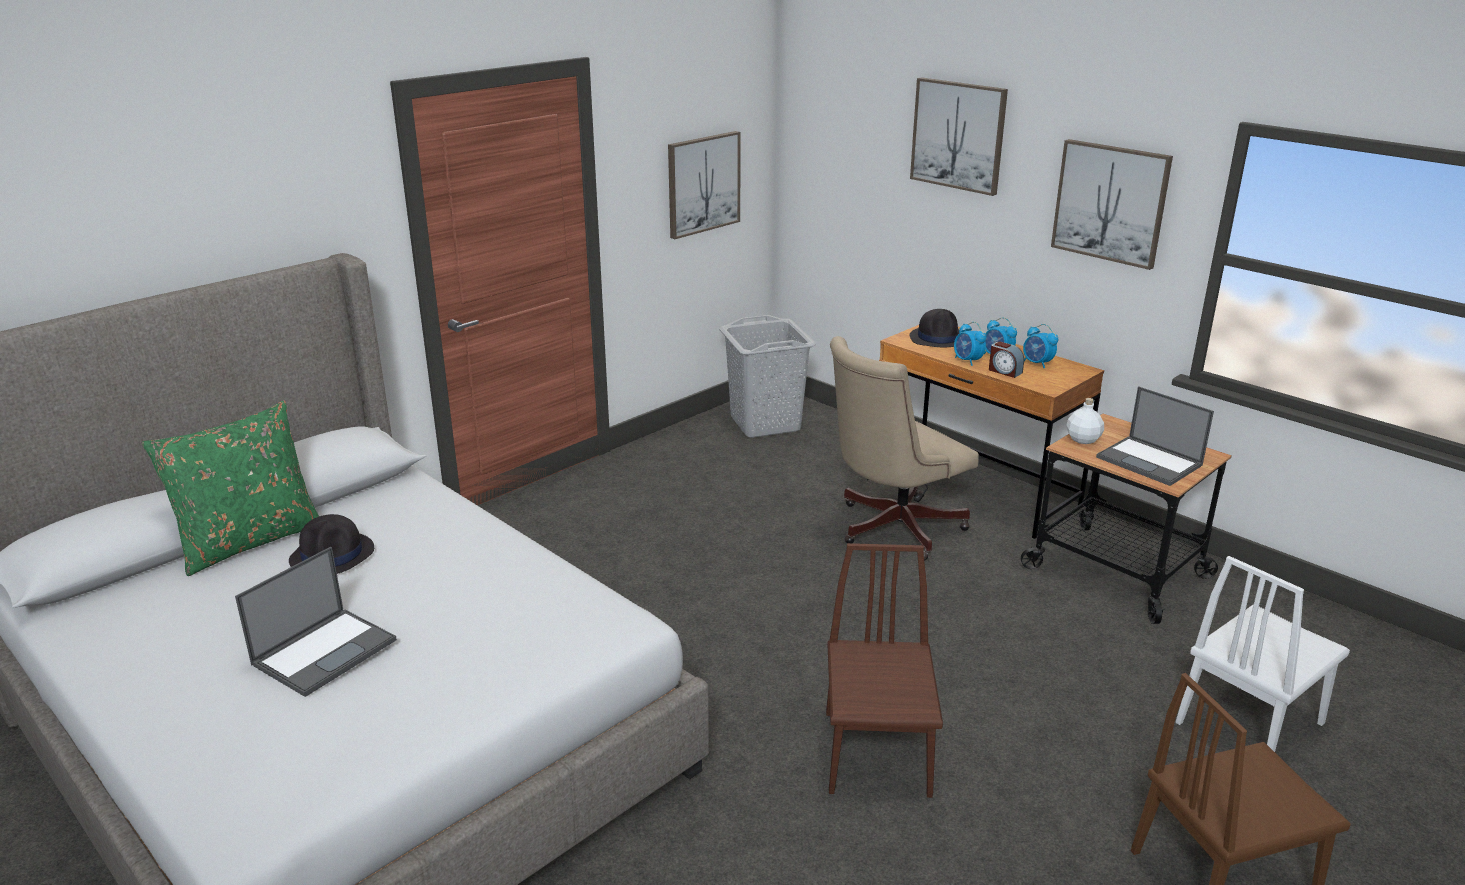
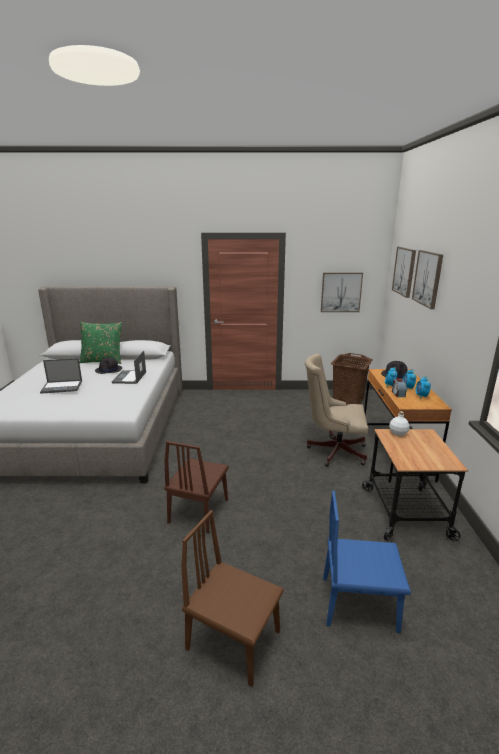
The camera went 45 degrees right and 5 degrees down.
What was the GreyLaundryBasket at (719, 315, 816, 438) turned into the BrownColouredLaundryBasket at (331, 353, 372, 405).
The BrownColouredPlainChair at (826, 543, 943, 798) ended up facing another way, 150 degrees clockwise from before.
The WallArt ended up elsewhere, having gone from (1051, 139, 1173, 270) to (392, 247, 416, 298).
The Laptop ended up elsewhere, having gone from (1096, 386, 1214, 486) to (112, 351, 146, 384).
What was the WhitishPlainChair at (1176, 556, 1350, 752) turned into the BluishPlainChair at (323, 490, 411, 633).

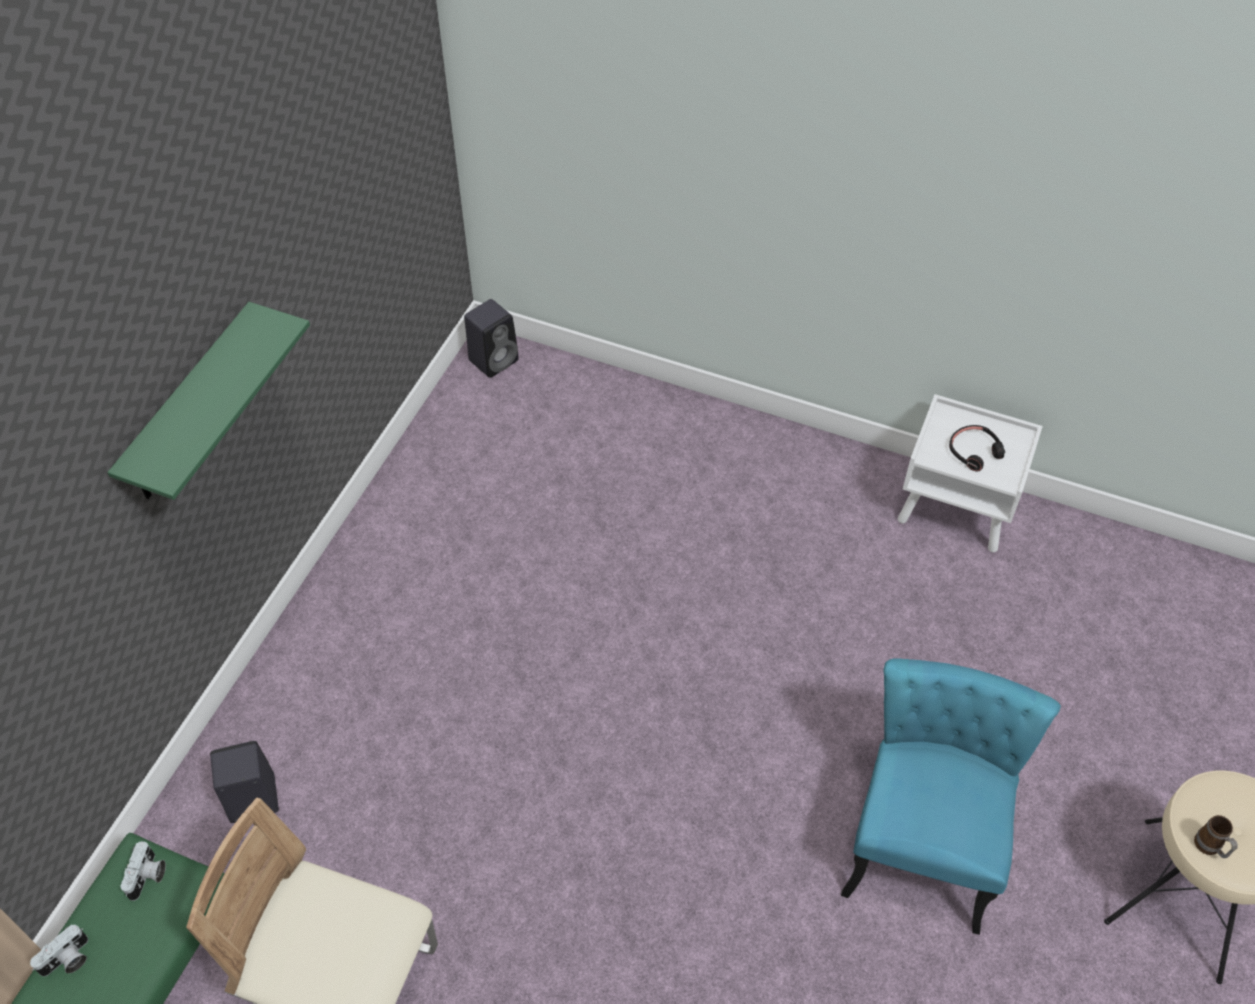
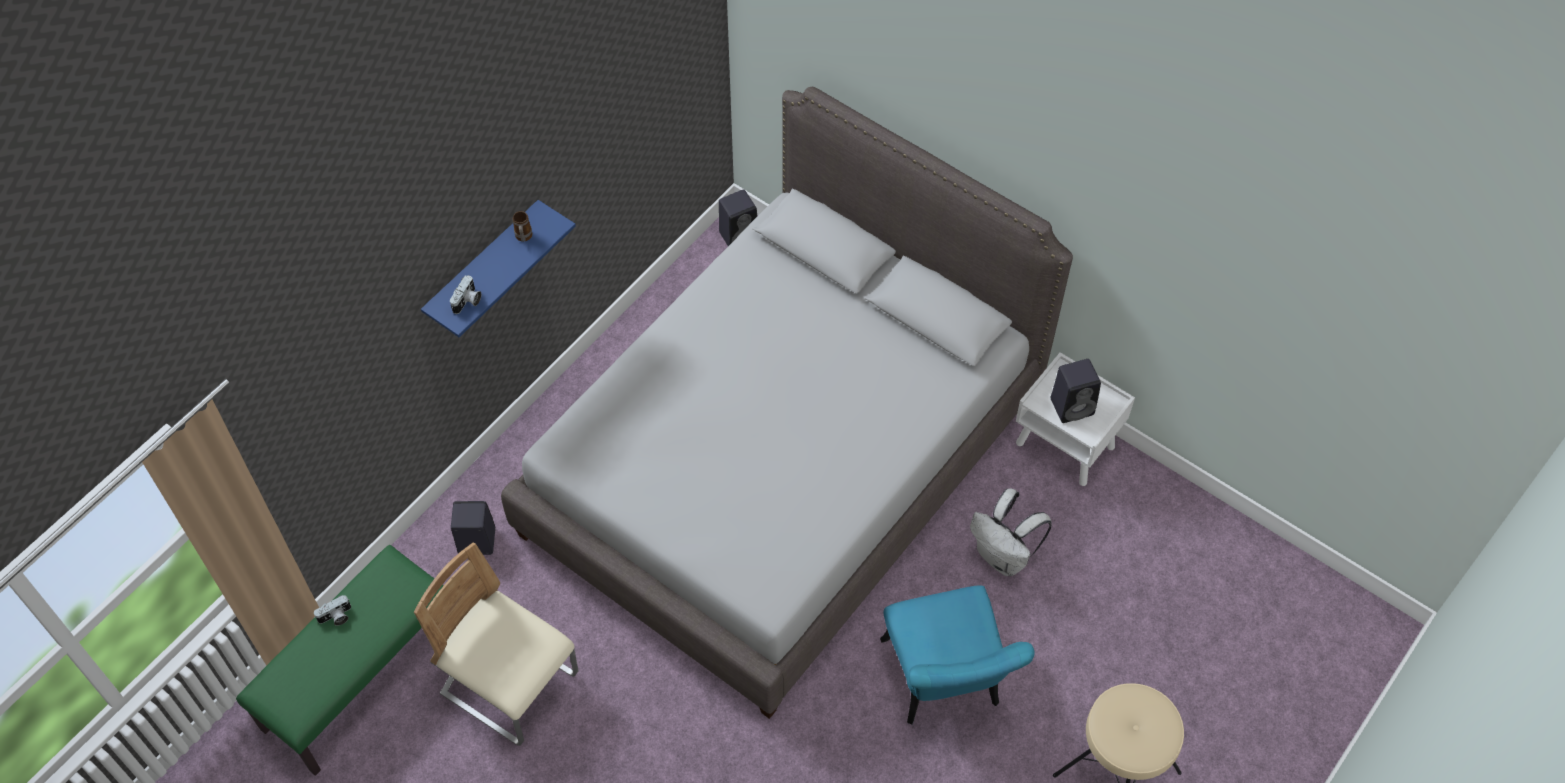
The camera went 15 degrees right and 5 degrees up.
What was the GreenColouredWallShelf at (107, 302, 310, 500) turned into the BluishWallShelf at (421, 200, 576, 337).
The PhotoCamera ended up elsewhere, having gone from (121, 841, 166, 901) to (450, 275, 481, 314).
The TurquoisePlainChair at (841, 658, 1061, 935) ended up facing another way, 135 degrees clockwise from before.
Where the BlackColouredPairOfHeadphones stood at (949, 425, 1005, 472), the BlackColouredSpeaker came to stand at (1050, 359, 1101, 423).
The Mug ended up elsewhere, having gone from (1194, 815, 1238, 858) to (513, 211, 533, 242).
The second view gained the GreyBed at (501, 87, 1073, 719).
The second view gained the WhitishKnapsack at (970, 488, 1052, 576).

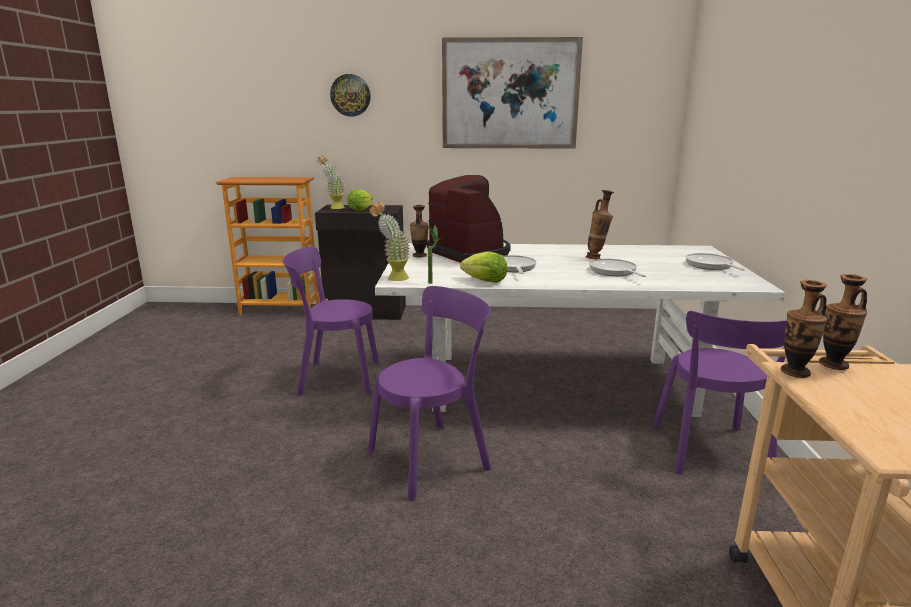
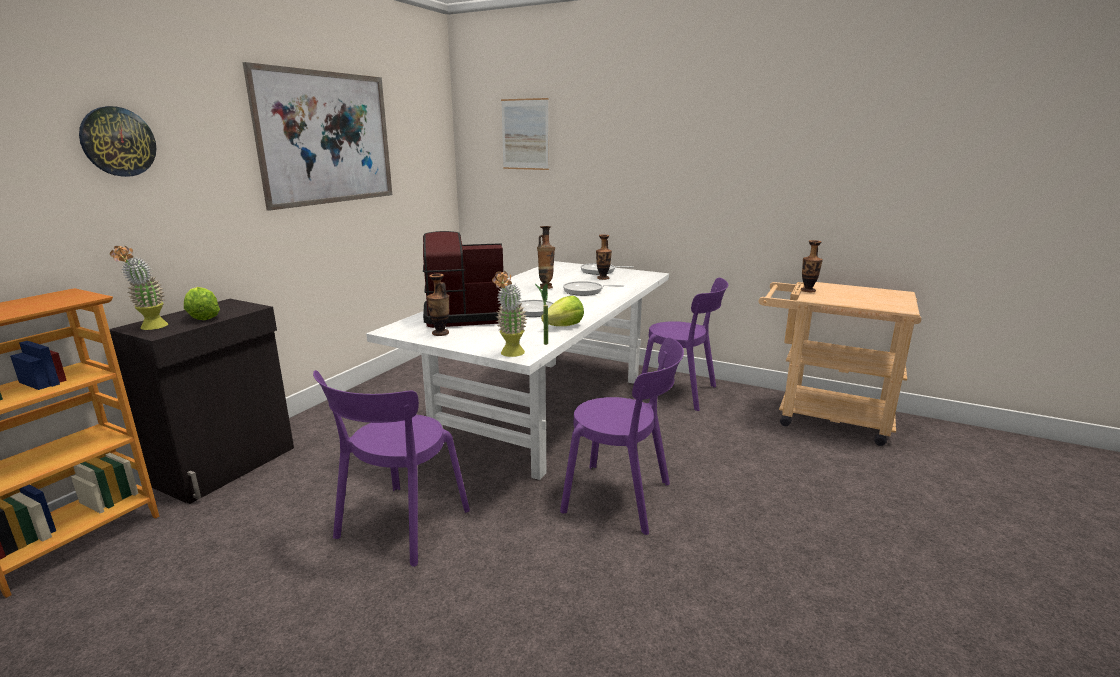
The camera went 65 degrees left and 0 degrees up.
The PurpleColouredPlainChair at (368, 286, 491, 501) ended up facing another way, 120 degrees clockwise from before.
The Vase ended up elsewhere, having gone from (781, 280, 828, 378) to (596, 235, 612, 280).
The second view gained the WallArt at (501, 98, 549, 170).

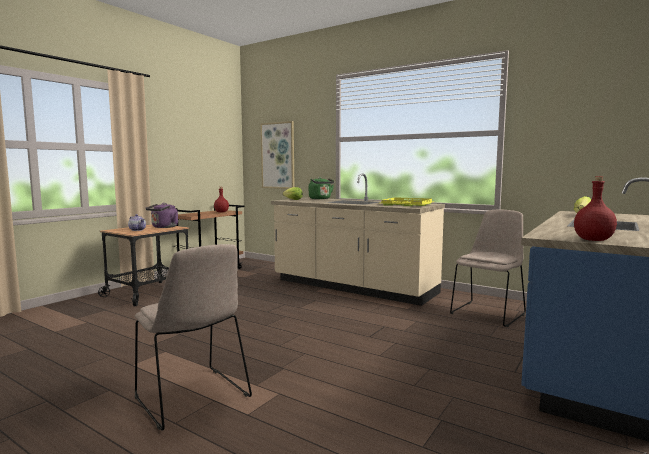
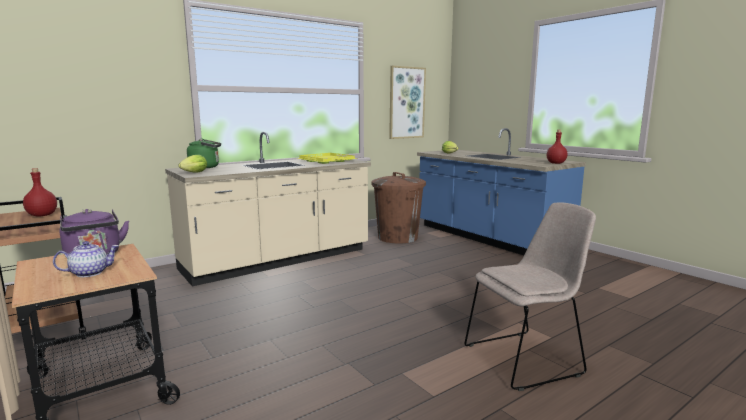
The camera went 70 degrees left and 5 degrees up.
The WallArt ended up elsewhere, having gone from (260, 121, 294, 189) to (389, 66, 426, 139).
Where the BeigePlainChair stood at (450, 210, 526, 327), the BrownColouredWasteBin came to stand at (371, 172, 426, 243).

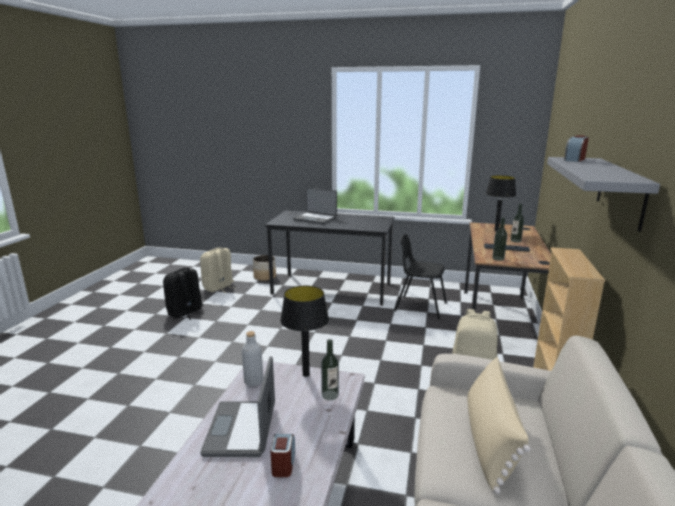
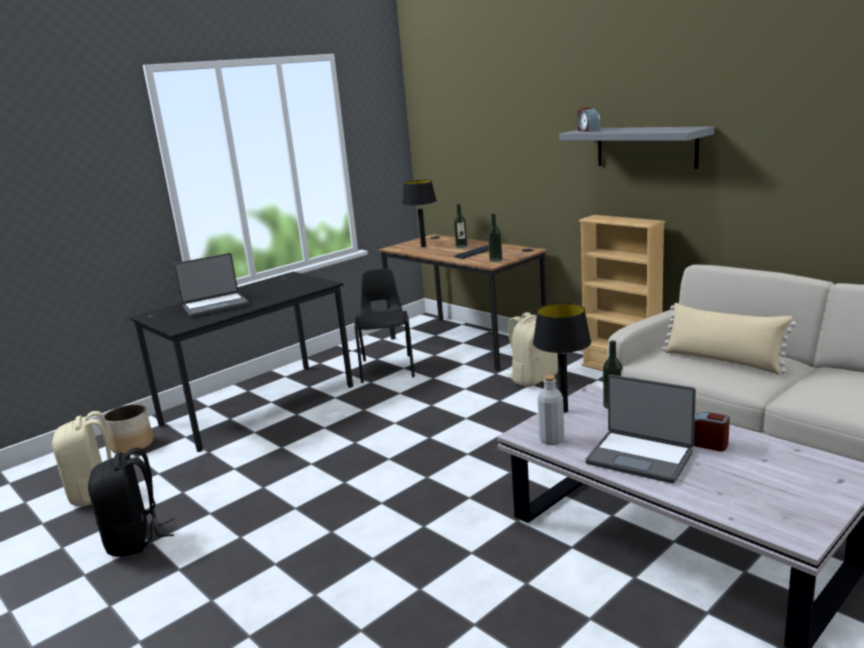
The camera went 55 degrees left and 0 degrees up.
The BlackColouredPlainChair at (394, 234, 447, 319) ended up facing another way, 120 degrees clockwise from before.

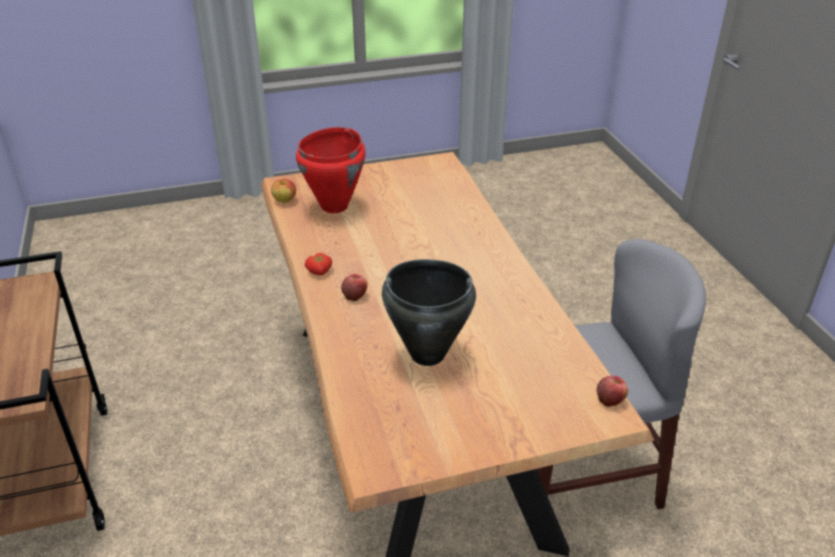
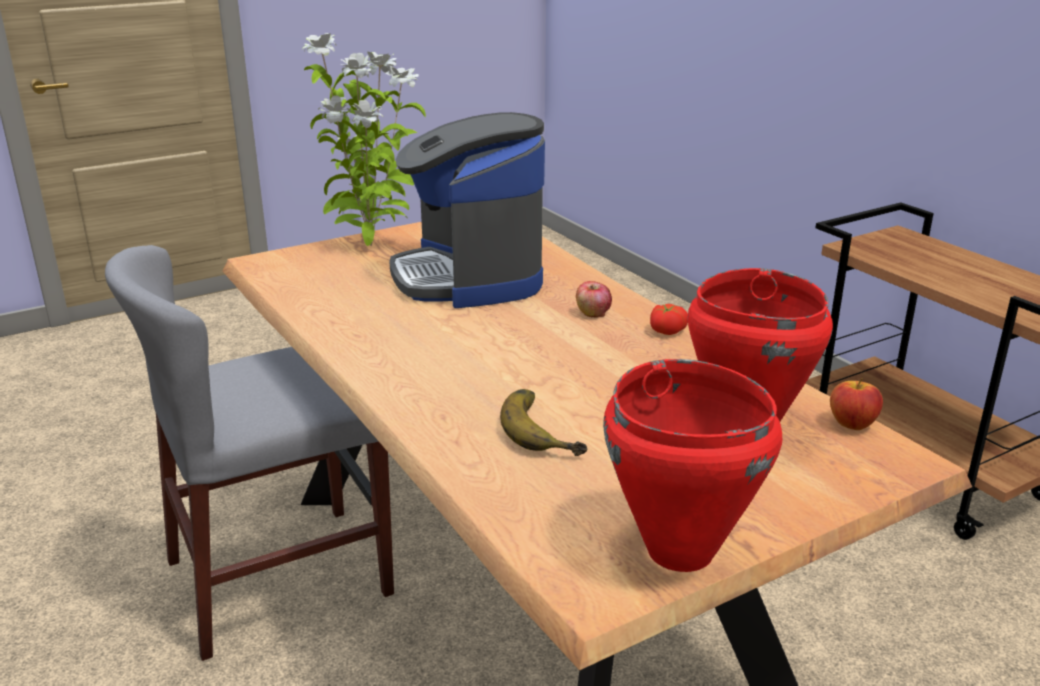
The camera went 165 degrees right and 10 degrees down.
Where the BlackColouredStockpot stood at (382, 259, 476, 366), the CoffeeMachine came to stand at (389, 112, 545, 308).
The second view lost the Apple at (597, 376, 628, 407).
The second view gained the Houseplant at (302, 33, 426, 246).
The second view gained the BananaFruit at (500, 389, 587, 456).
The second view gained the ReddishStockpot at (603, 359, 782, 572).

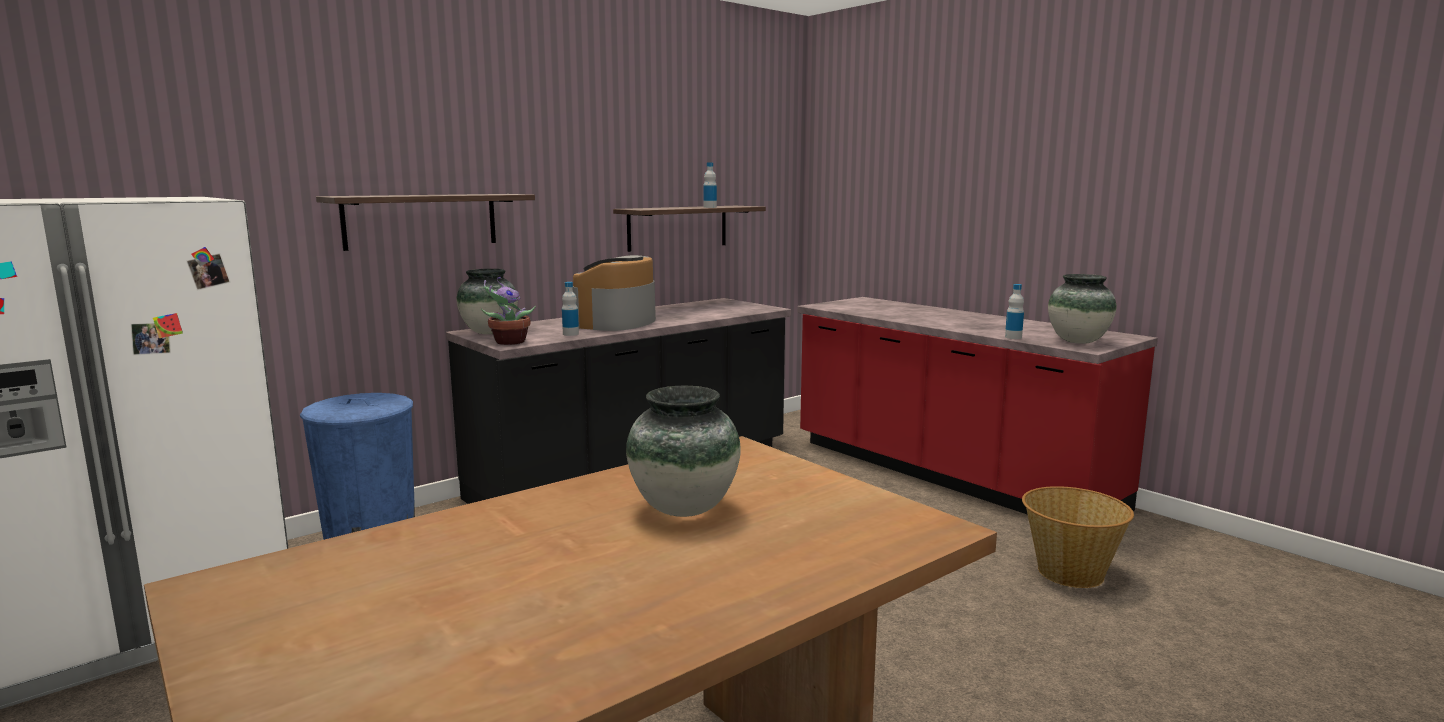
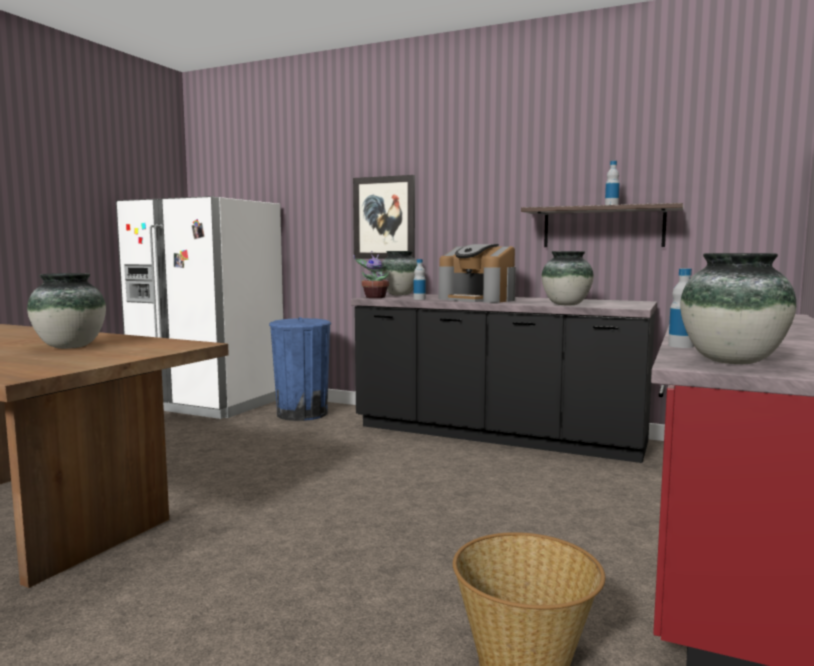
The camera went 65 degrees right and 5 degrees down.
Where the WallShelf hung at (316, 194, 535, 251), the WallArt came to hang at (353, 175, 415, 259).
The CoffeeMachine at (573, 255, 656, 331) ended up facing another way, 135 degrees counterclockwise from before.
The second view gained the Vase at (542, 251, 594, 305).

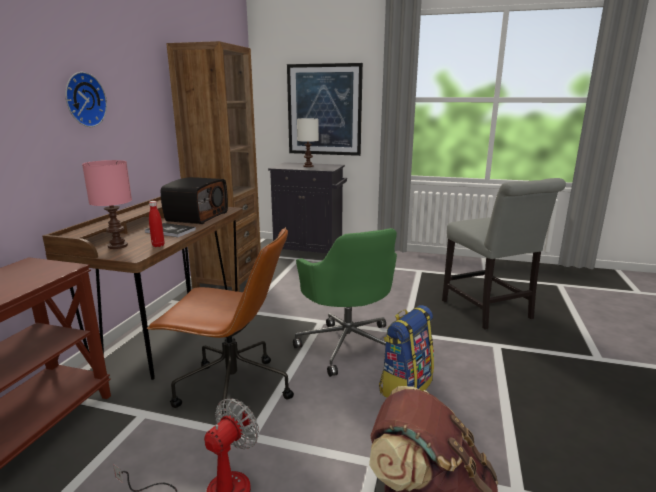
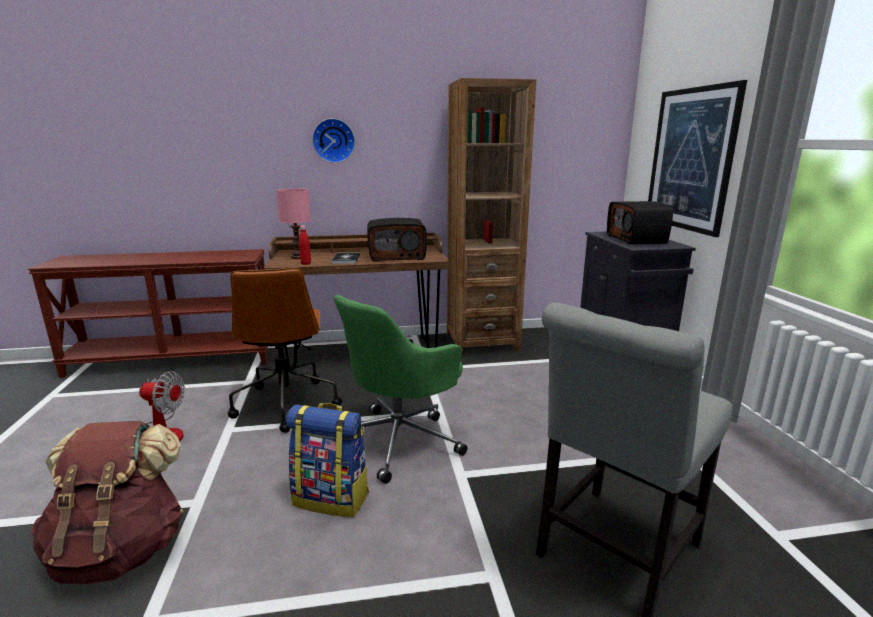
The camera went 65 degrees right and 0 degrees up.
Where the WhitishLampForATable stood at (297, 118, 319, 167), the RadioReceiver came to stand at (607, 201, 673, 244).

